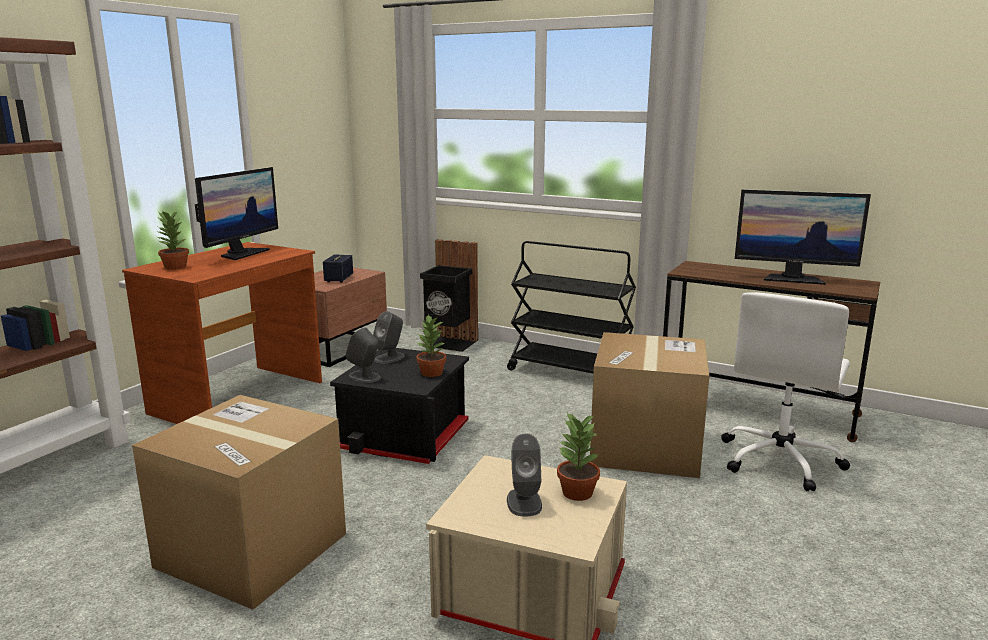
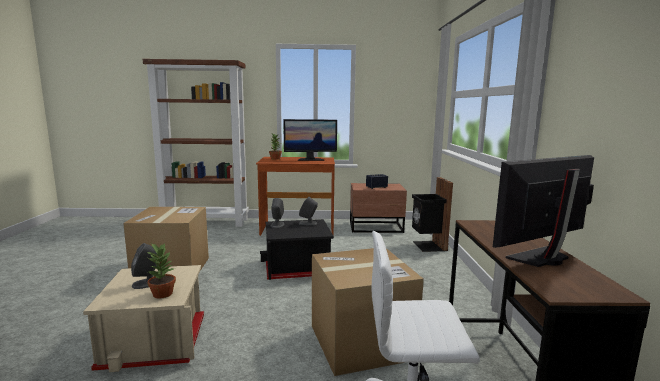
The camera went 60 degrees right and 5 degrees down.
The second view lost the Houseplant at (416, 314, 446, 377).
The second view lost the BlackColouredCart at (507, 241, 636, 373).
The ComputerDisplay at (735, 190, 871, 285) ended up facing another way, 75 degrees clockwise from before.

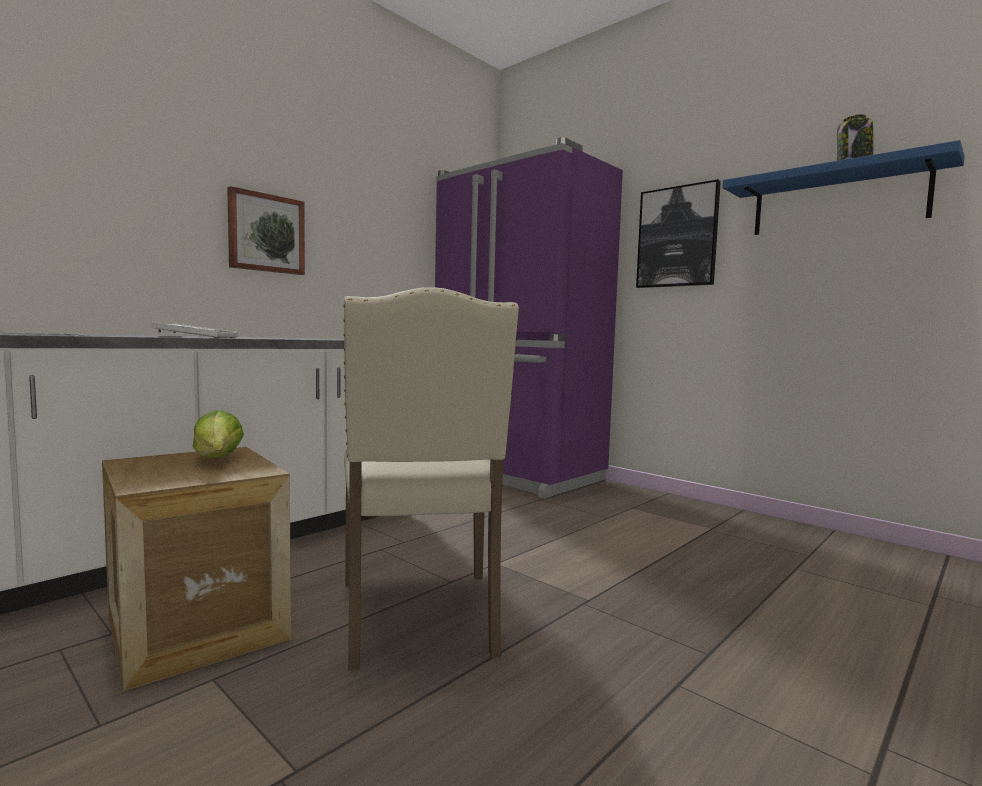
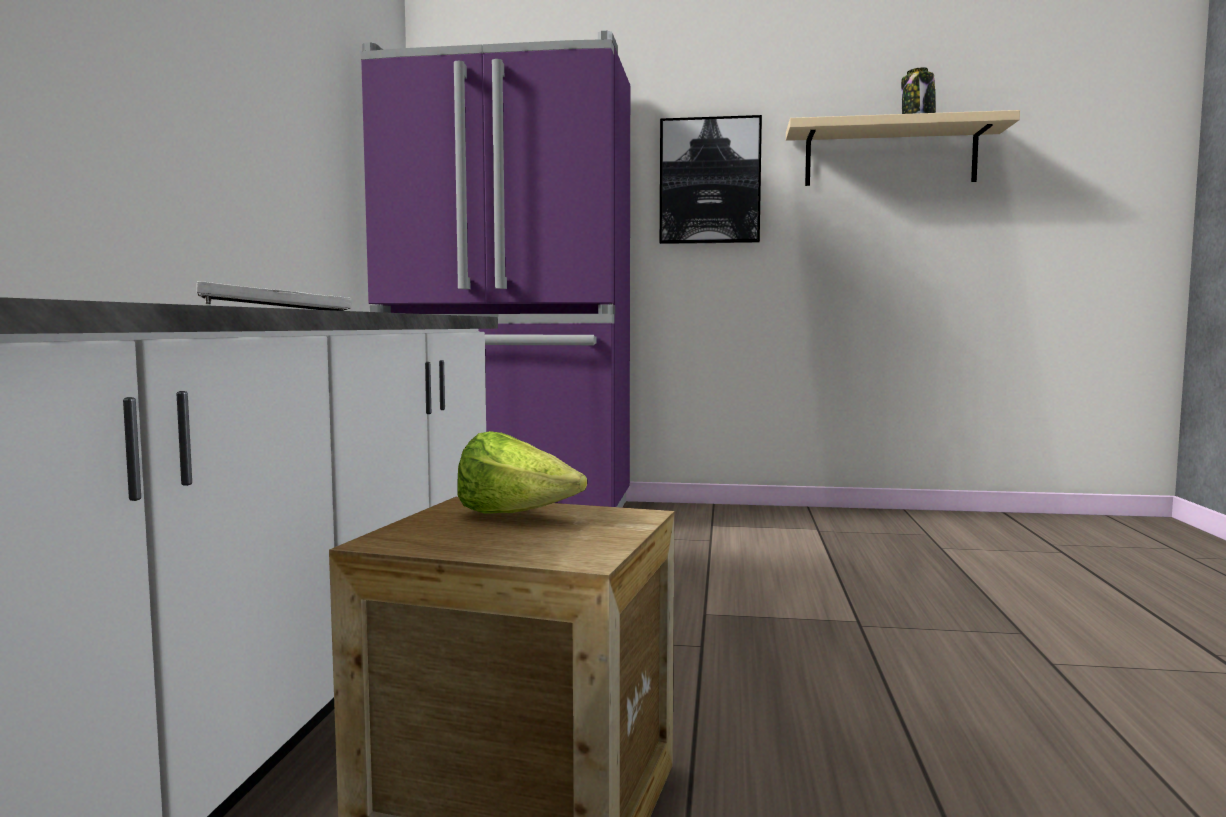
The camera went 35 degrees left and 0 degrees up.
The second view lost the WallArt at (227, 186, 305, 275).
The second view lost the BeigePlainChair at (343, 287, 519, 671).
What was the BluishWallShelf at (722, 140, 965, 235) turned into the BeigeWallShelf at (786, 110, 1020, 186).

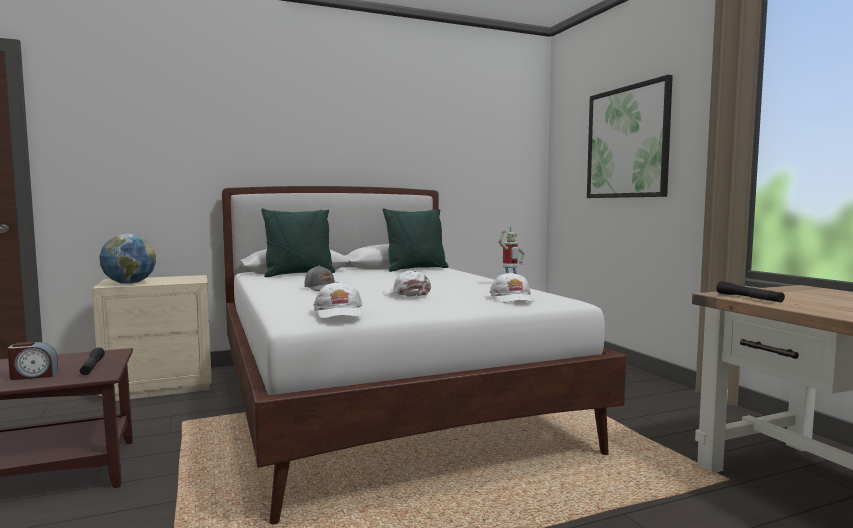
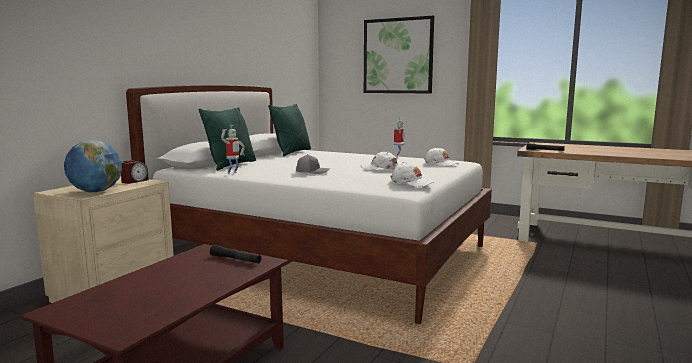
The camera went 40 degrees left and 5 degrees up.
The BedsideClock ended up elsewhere, having gone from (8, 342, 58, 380) to (121, 160, 149, 184).
The second view gained the ModelRobot at (221, 125, 245, 174).

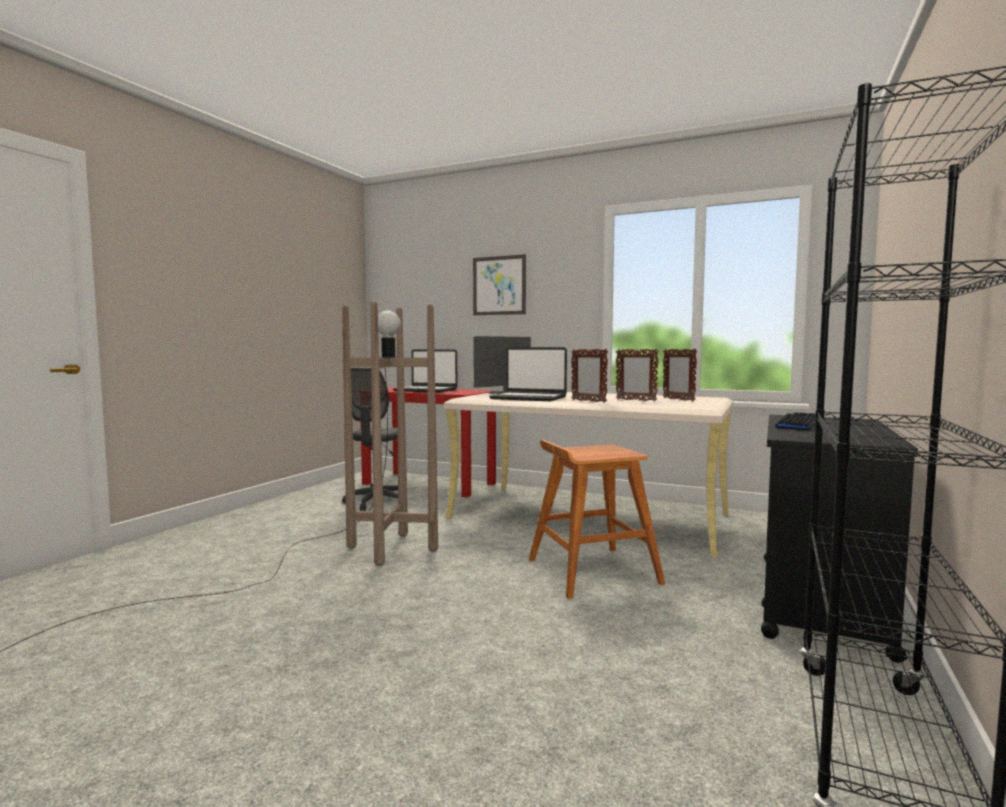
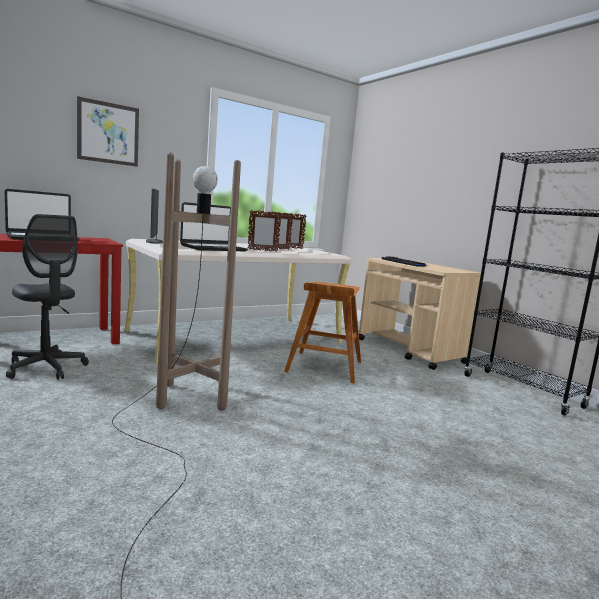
The camera went 60 degrees left and 5 degrees up.
What was the BlackColouredCart at (761, 415, 918, 663) turned into the BeigeCart at (359, 258, 481, 370).

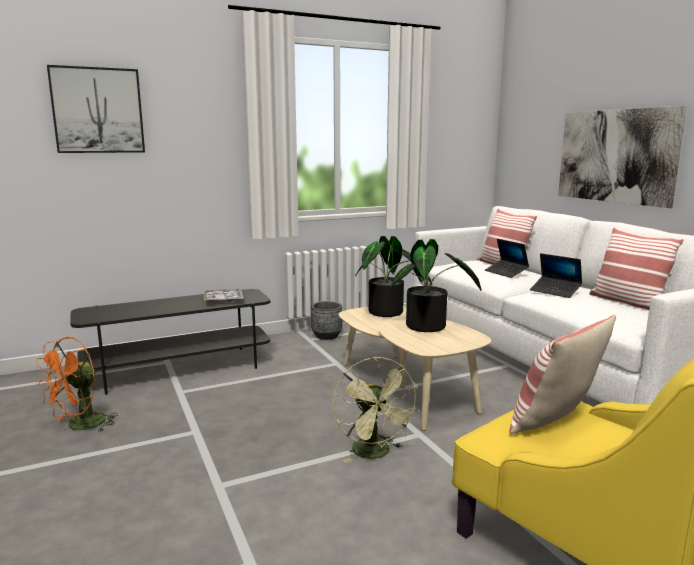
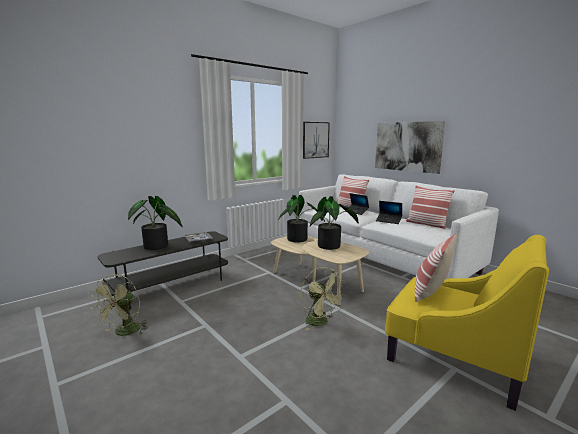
The camera went 15 degrees left and 0 degrees up.
What was the OrangeColouredCoolingFan at (35, 337, 118, 432) turned into the GreenColouredCoolingFan at (90, 274, 148, 336).
The WallArt ended up elsewhere, having gone from (47, 65, 145, 153) to (303, 122, 330, 159).
The second view lost the GreyFlowerPot at (311, 301, 342, 340).
The second view gained the Houseplant at (128, 196, 182, 250).

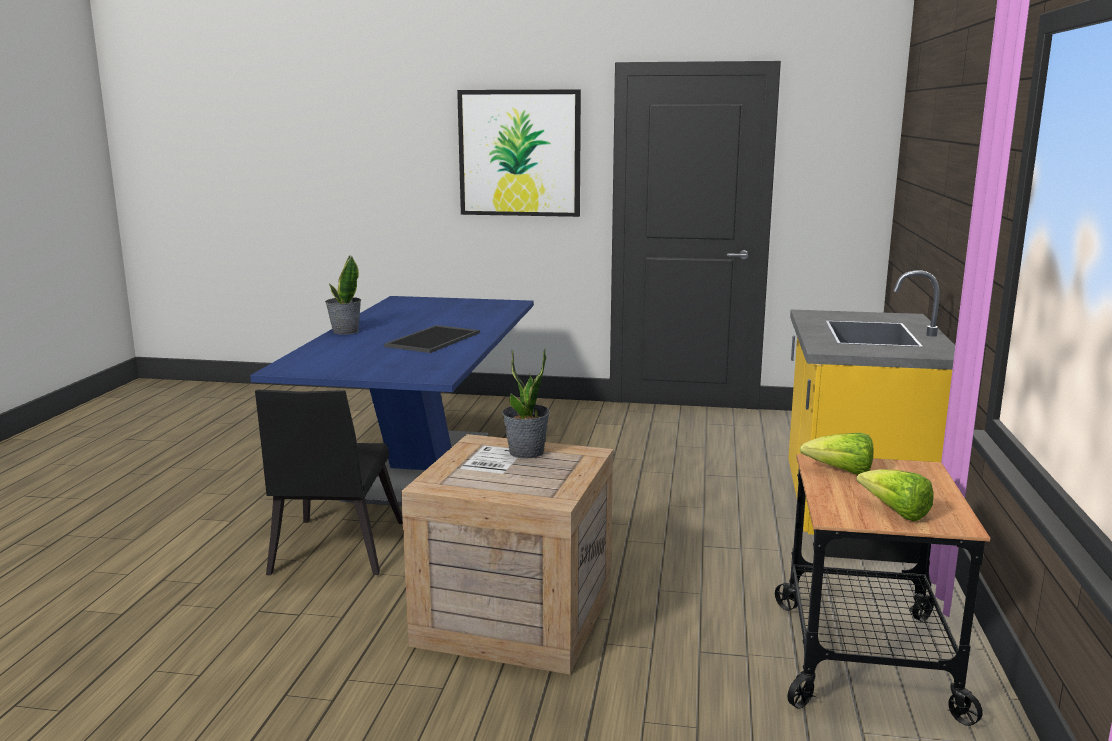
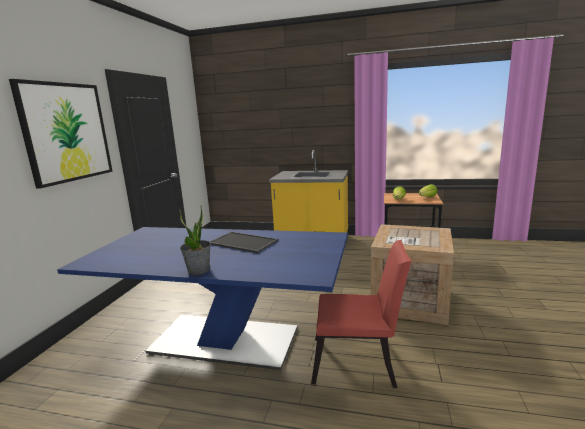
The camera went 85 degrees left and 0 degrees up.
What was the BlackColouredPlainChair at (255, 389, 403, 575) turned into the ReddishPlainChair at (311, 240, 411, 388).
The second view lost the Houseplant at (502, 348, 550, 459).

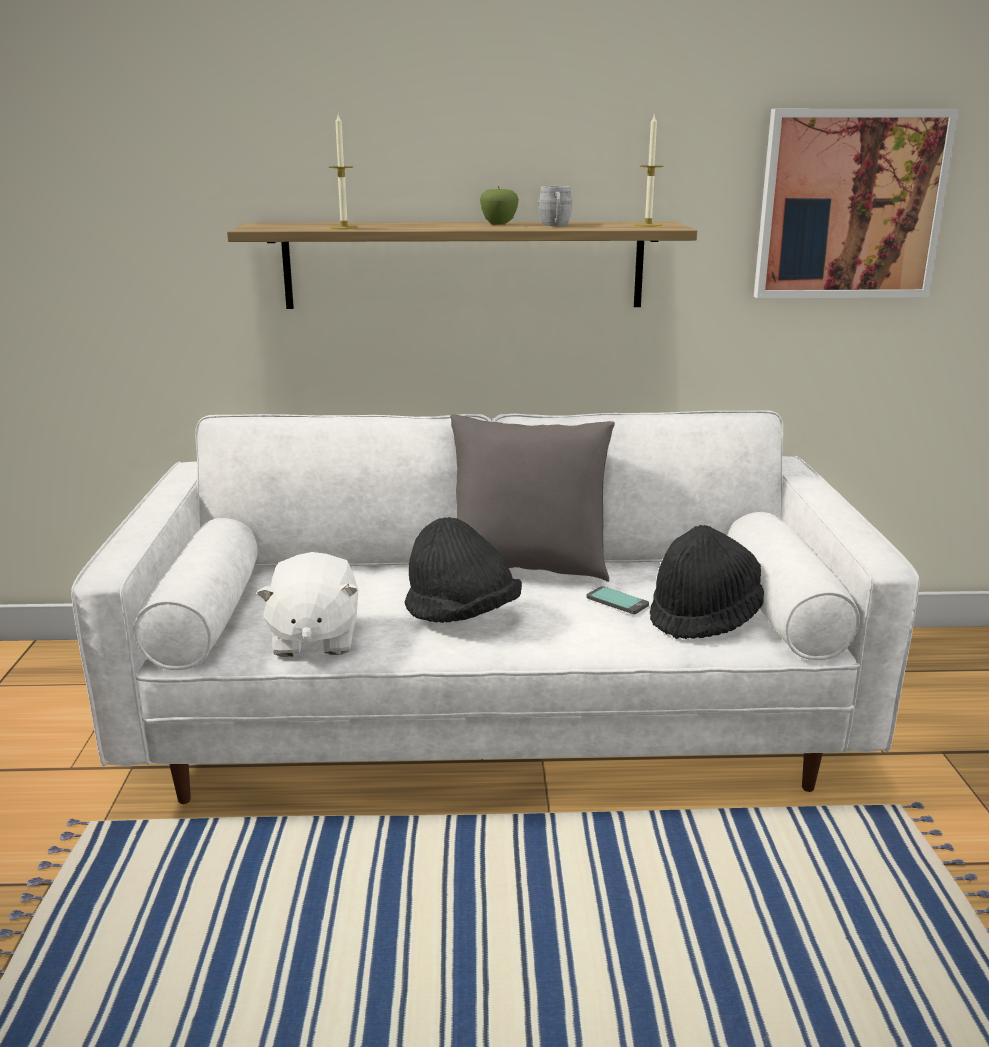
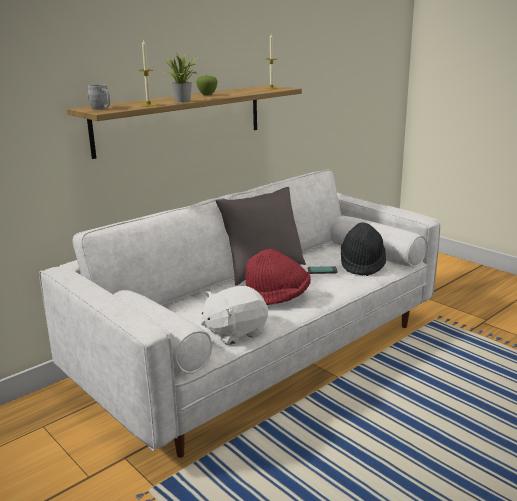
The camera went 40 degrees left and 0 degrees up.
The WhitishSoftToy at (256, 552, 358, 657) ended up facing another way, 105 degrees clockwise from before.
What was the BlackColouredHat at (405, 517, 522, 623) turned into the ReddishHat at (245, 249, 311, 305).
The GreyMug ended up elsewhere, having gone from (538, 186, 572, 226) to (87, 84, 110, 110).
The second view lost the WallArt at (754, 109, 959, 298).
The second view gained the Houseplant at (163, 53, 199, 102).

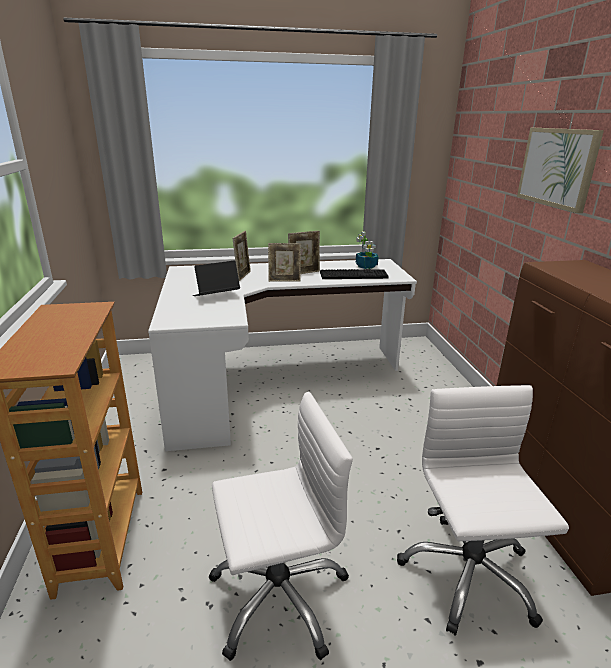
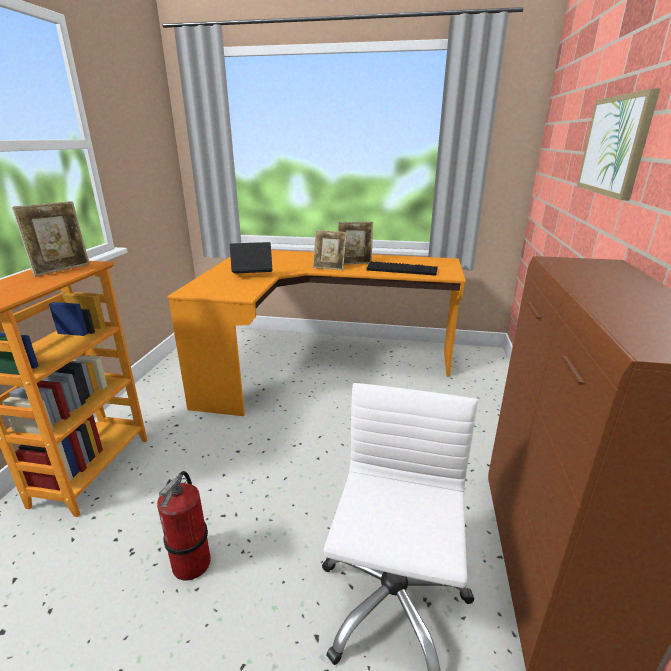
The camera went 20 degrees right and 0 degrees up.
What was the WhitishDeskUnit at (148, 259, 417, 451) turned into the OrangeColouredDeskUnit at (167, 250, 466, 416).
Where the WhitishDeskChair stood at (208, 392, 353, 661), the Extinguisher came to stand at (157, 471, 211, 581).
The StandingFrame ended up elsewhere, having gone from (233, 231, 251, 282) to (12, 201, 90, 277).
The second view lost the Houseplant at (356, 231, 379, 269).

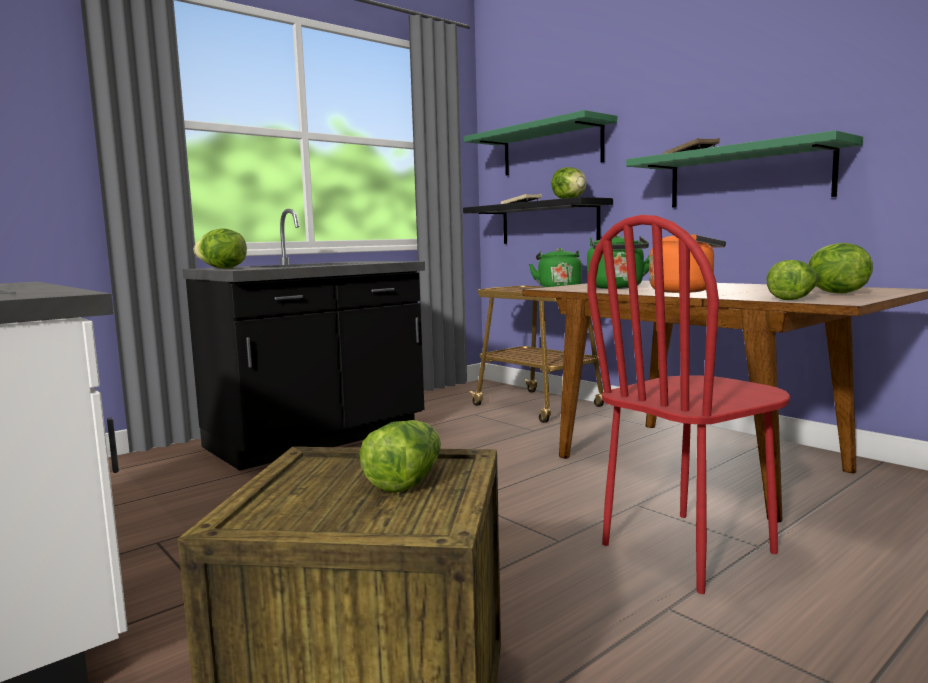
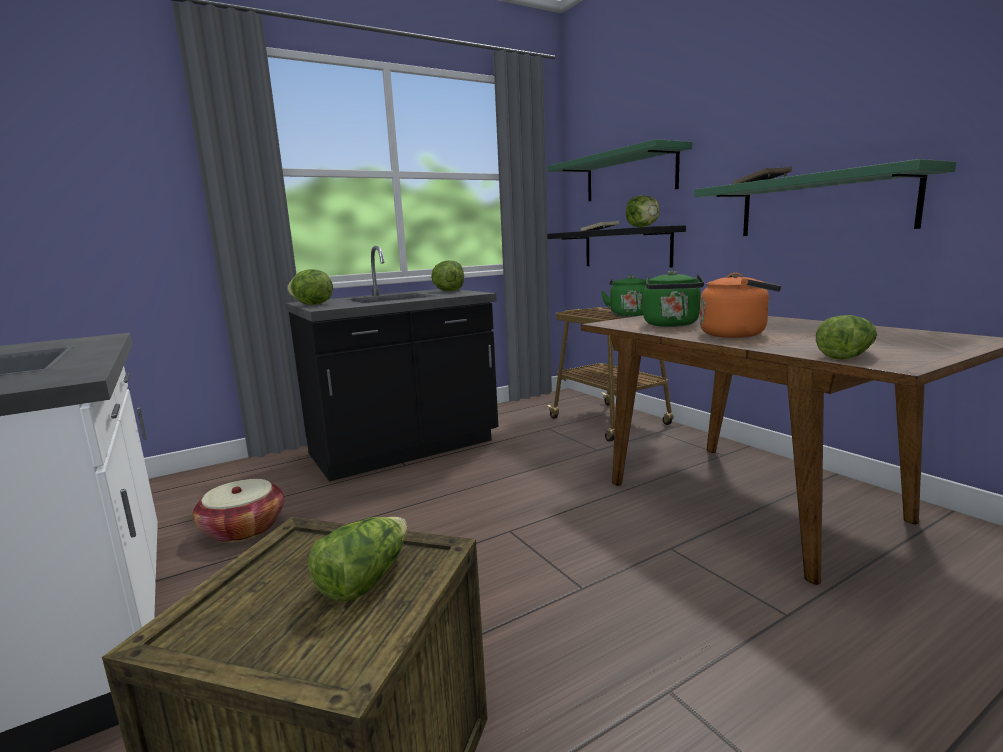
The camera went 10 degrees right and 5 degrees up.
The second view lost the ReddishPlainChair at (588, 215, 790, 594).
The HeadOfLettuce ended up elsewhere, having gone from (808, 243, 873, 294) to (431, 260, 464, 291).
The second view gained the StorageBasket at (192, 479, 284, 543).

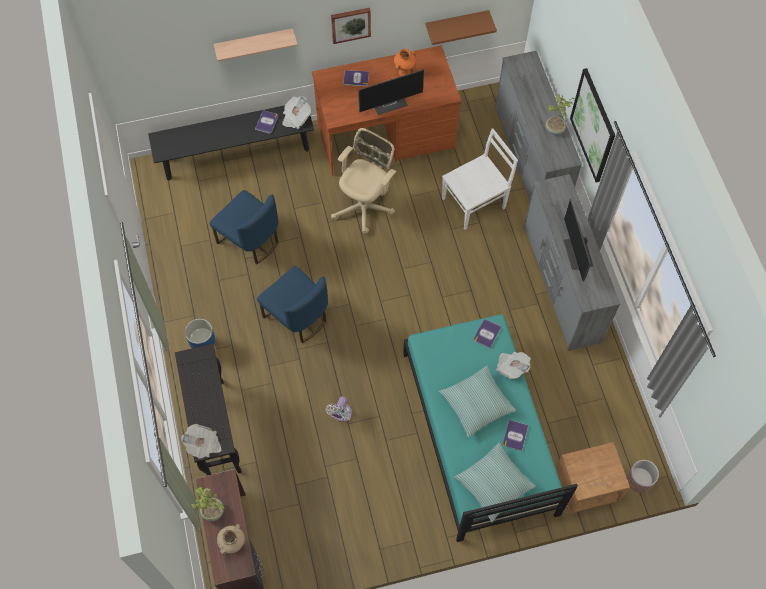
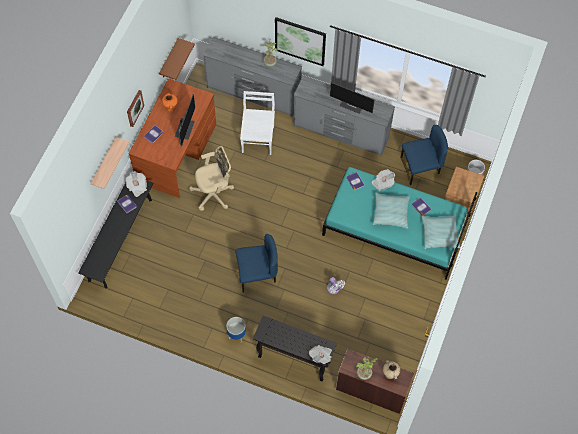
The camera went 55 degrees left and 0 degrees up.
The BluishPlainChair ended up elsewhere, having gone from (210, 190, 279, 264) to (400, 125, 448, 185).
The BeigeDeskChair at (331, 128, 396, 234) ended up facing another way, 90 degrees clockwise from before.

